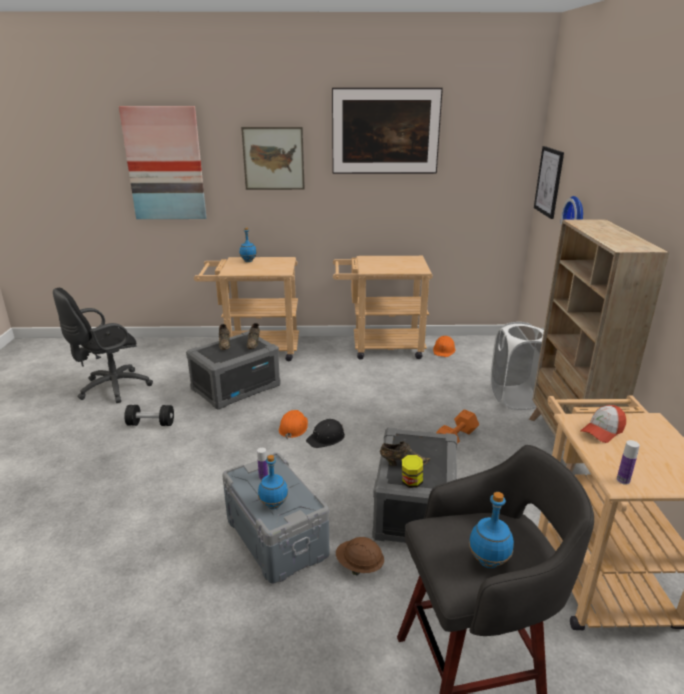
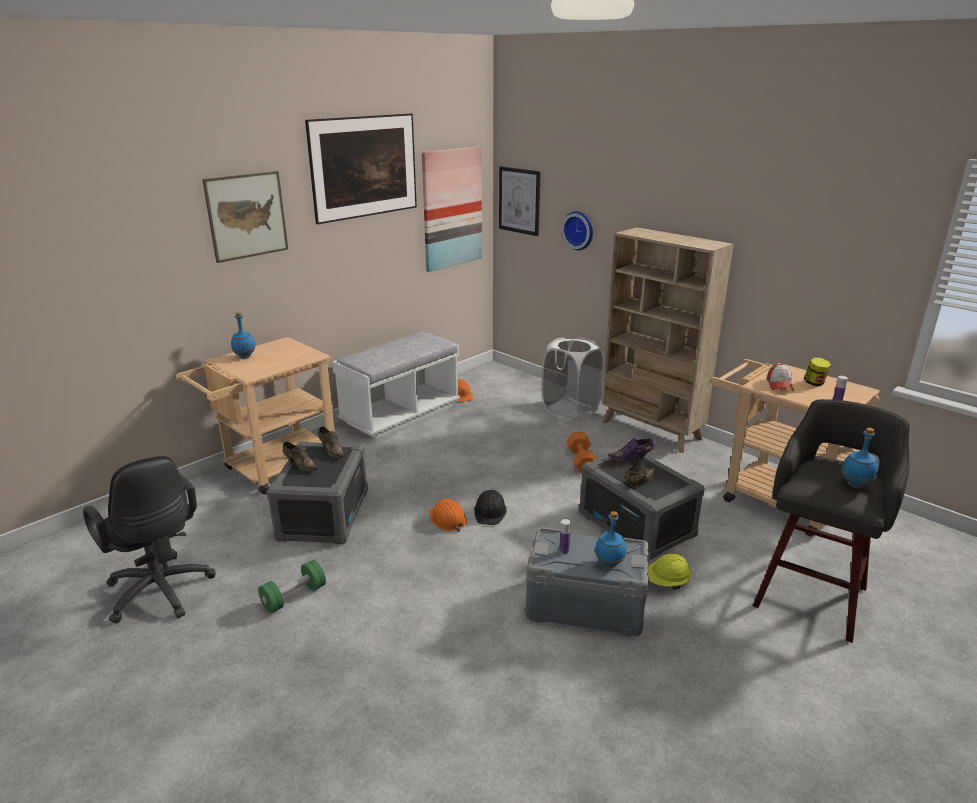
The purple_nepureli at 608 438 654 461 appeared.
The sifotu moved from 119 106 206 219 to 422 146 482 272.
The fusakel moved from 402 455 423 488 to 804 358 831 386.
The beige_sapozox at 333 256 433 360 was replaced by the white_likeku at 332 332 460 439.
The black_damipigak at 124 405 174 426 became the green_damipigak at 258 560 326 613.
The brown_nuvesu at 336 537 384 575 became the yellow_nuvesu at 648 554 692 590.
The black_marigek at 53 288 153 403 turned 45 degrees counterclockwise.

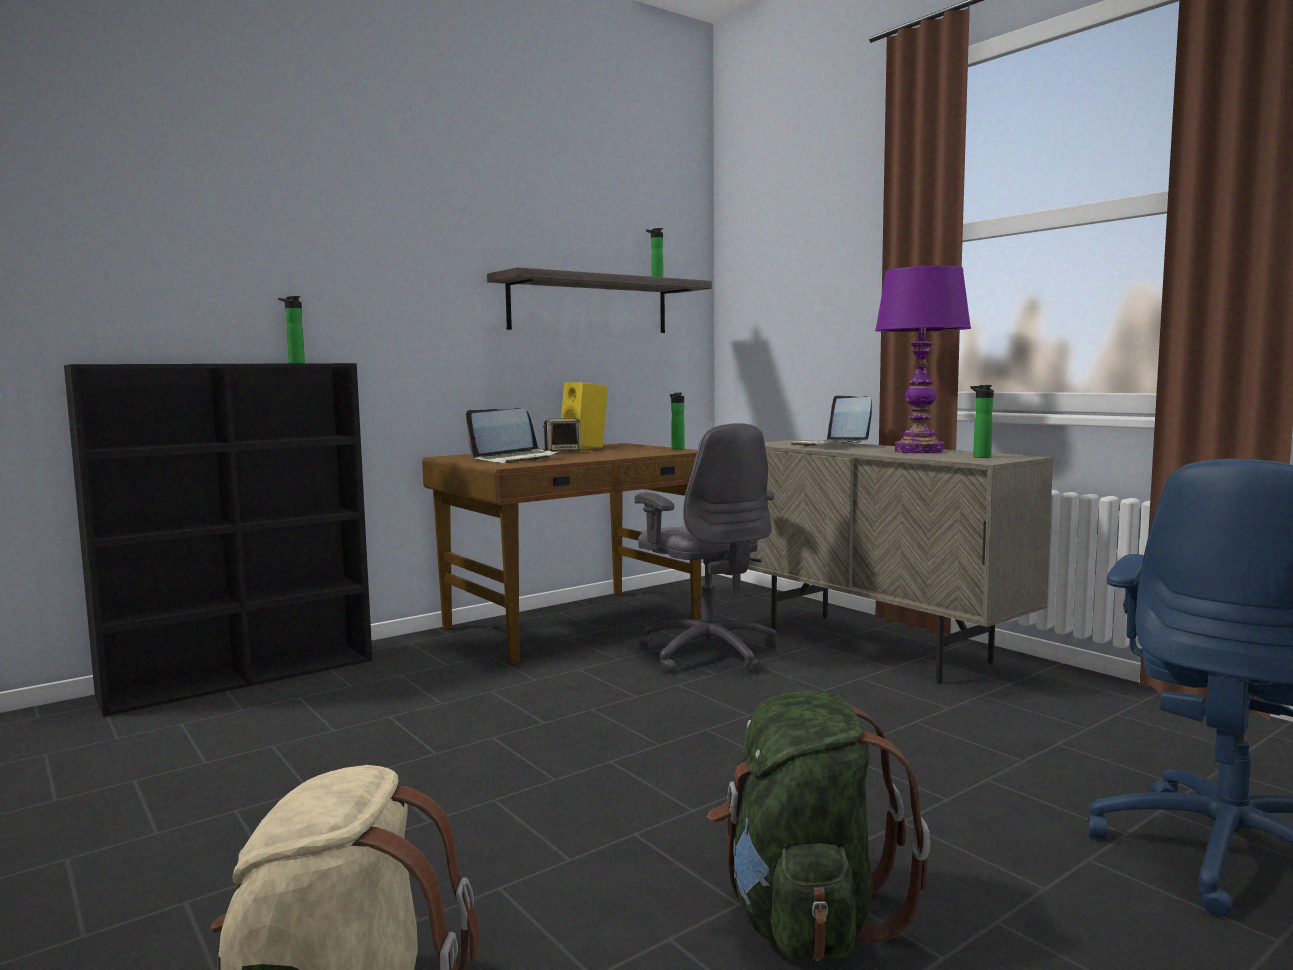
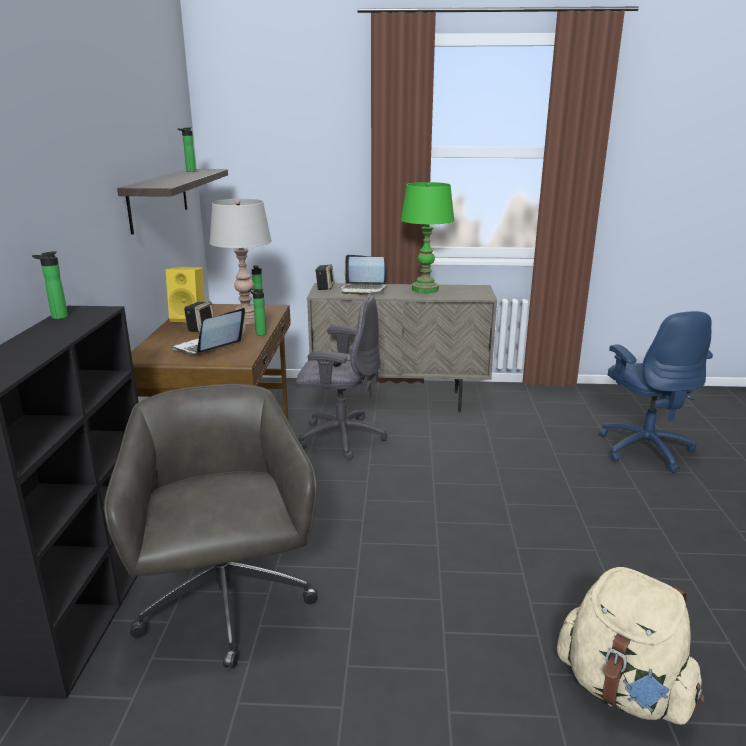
The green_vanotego at 707 690 930 961 disappeared.
The grey_marigek at 104 384 318 669 appeared.
The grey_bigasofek at 209 199 272 324 appeared.
The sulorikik at 315 264 335 290 appeared.
The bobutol moved from 971 385 994 458 to 248 288 266 336.
The purple_bigasofek at 875 265 971 453 became the green_bigasofek at 401 182 455 293.
The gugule at 466 408 560 463 turned 150 degrees counterclockwise.

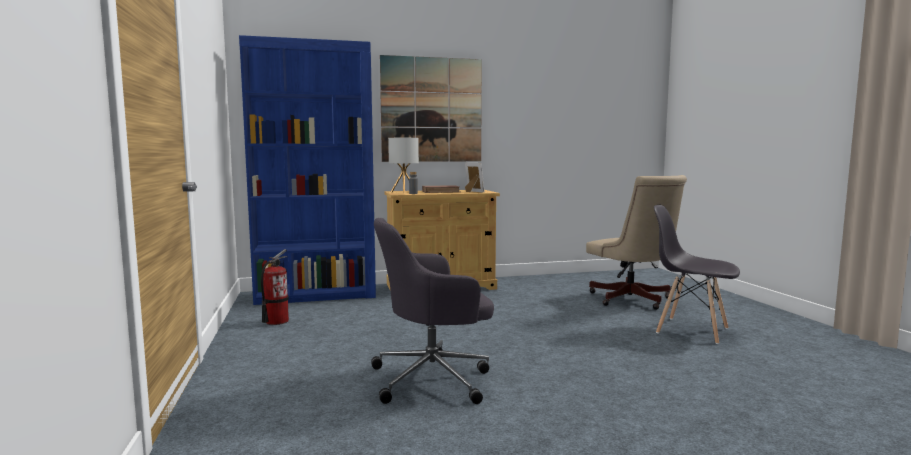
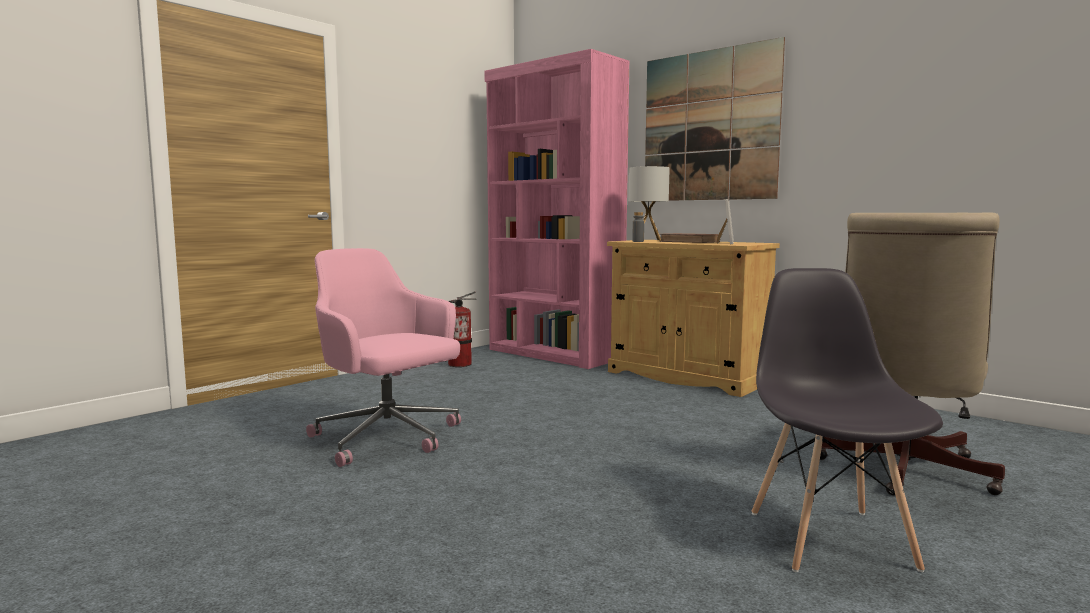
The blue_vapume at 239 35 376 305 became the pink_vapume at 485 49 630 369.
The grey_marigek at 371 218 494 404 became the pink_marigek at 306 248 461 467.

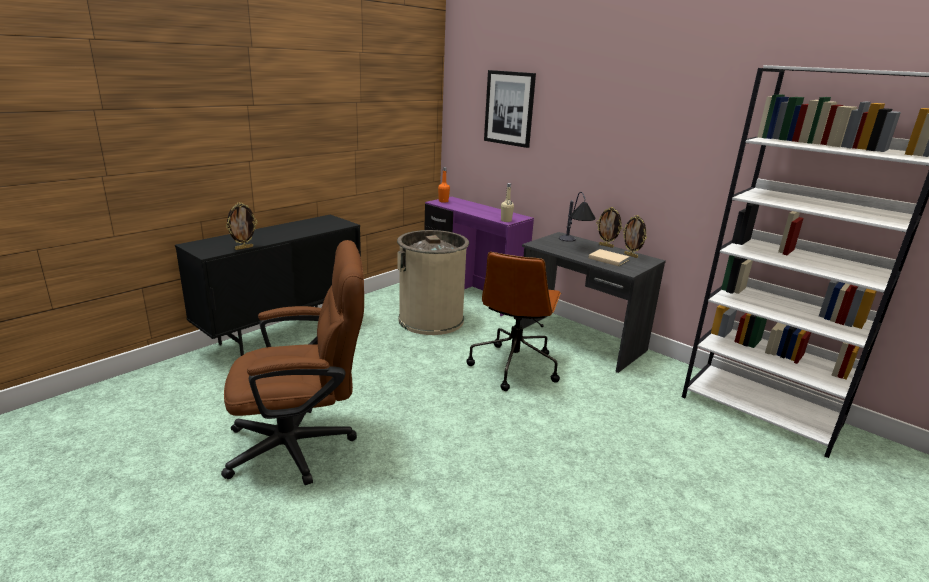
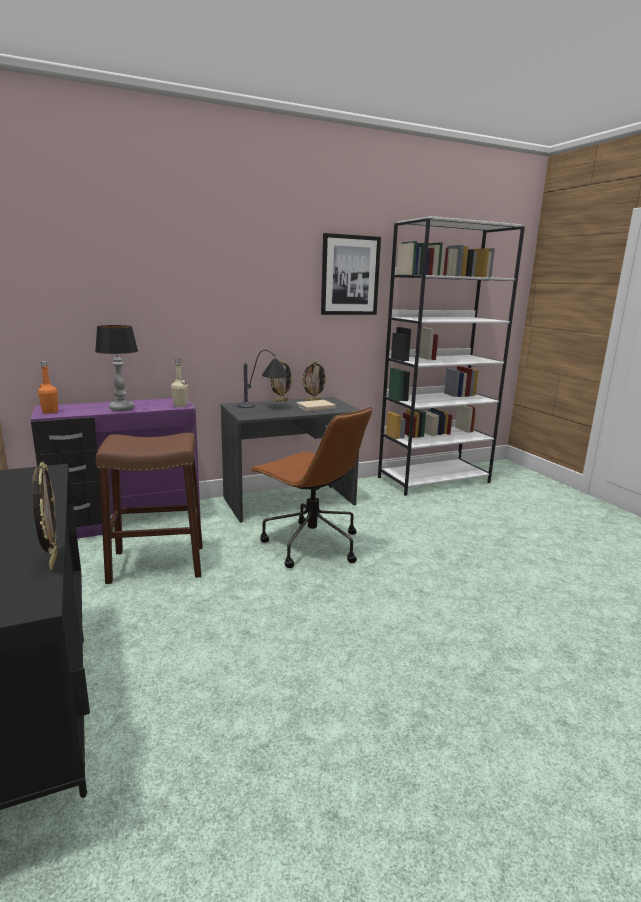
The brown_marigek at 221 240 364 485 disappeared.
The bigasofek at 95 325 138 411 appeared.
The sifotu moved from 484 70 536 148 to 321 233 381 315.
The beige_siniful at 397 230 469 335 was replaced by the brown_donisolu at 96 433 203 584.

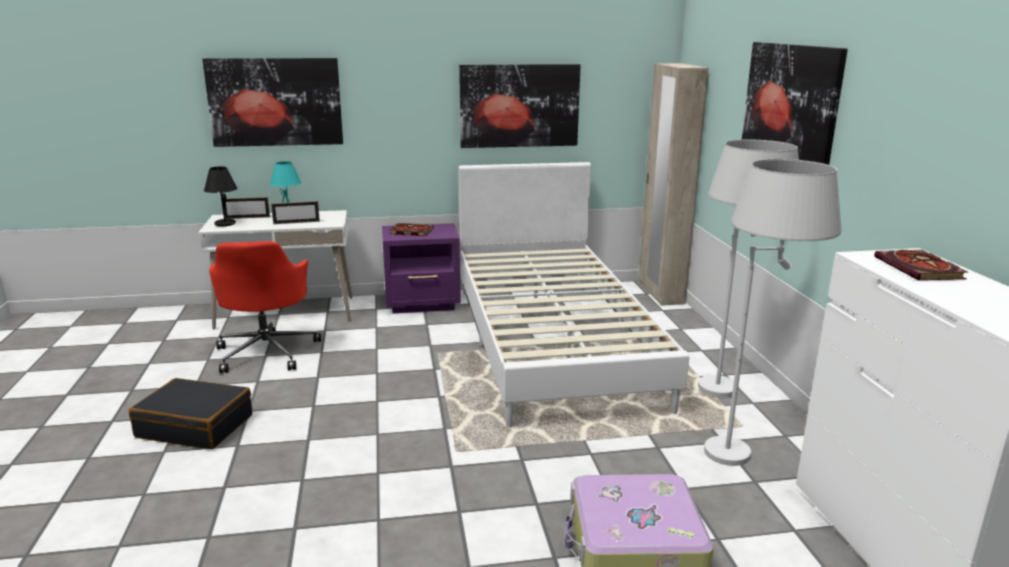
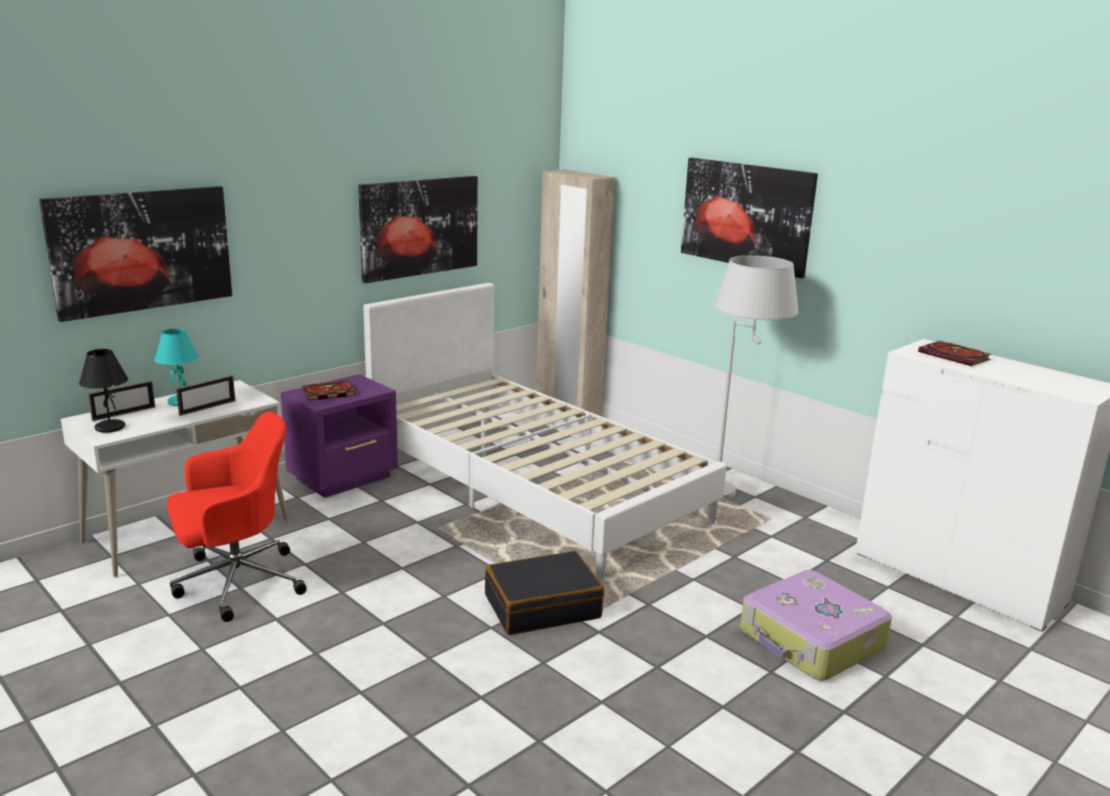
The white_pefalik at 704 159 842 466 disappeared.
The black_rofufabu moved from 129 378 252 449 to 485 551 604 635.
The red_marigek at 209 241 321 373 turned 75 degrees counterclockwise.

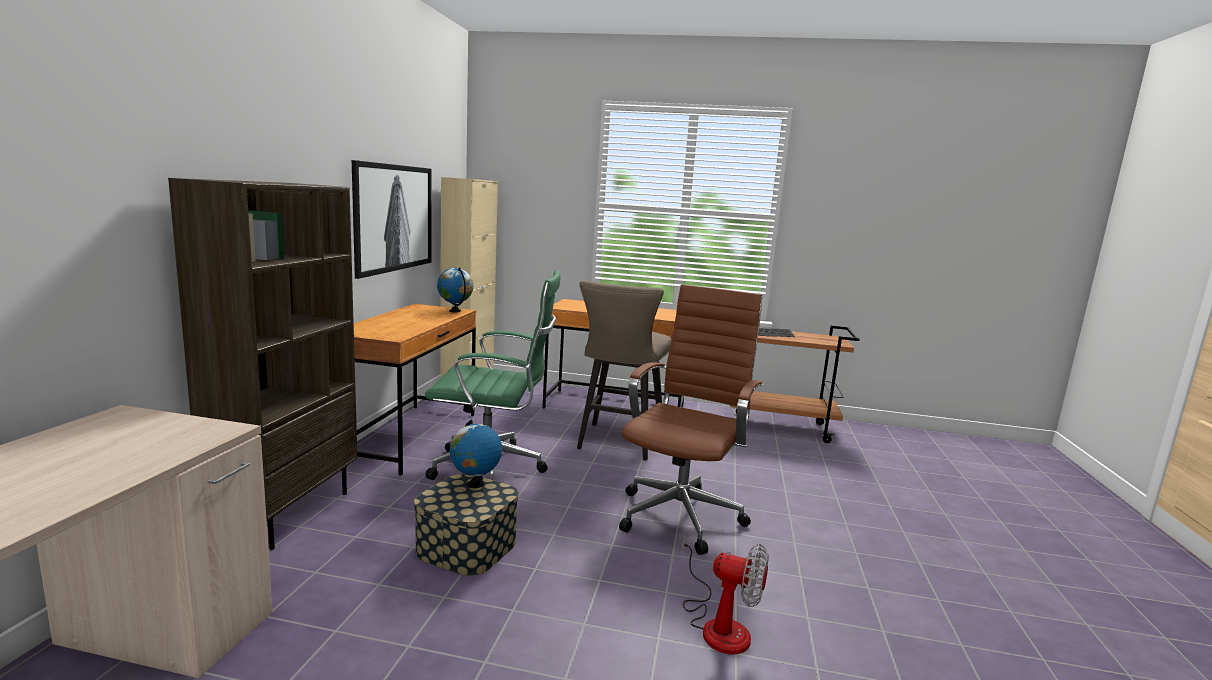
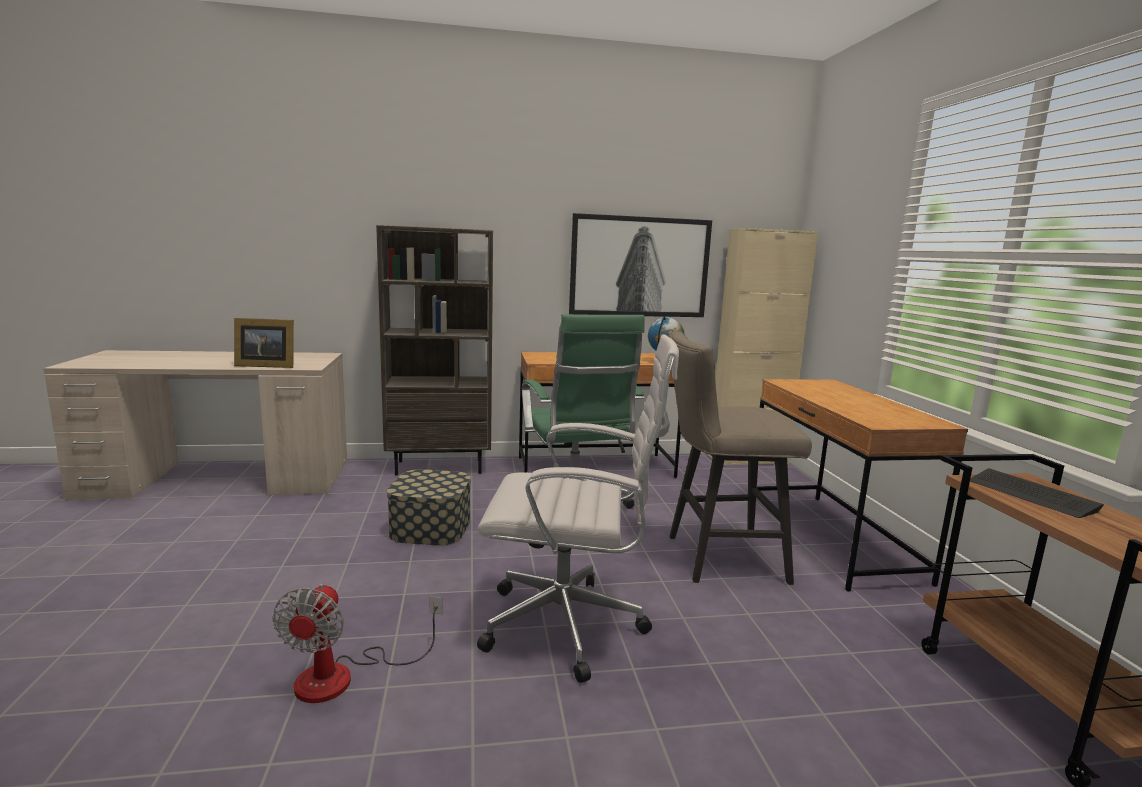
The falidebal at 450 420 502 488 disappeared.
The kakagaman at 234 318 294 368 appeared.
The brown_marigek at 619 284 763 555 became the white_marigek at 477 335 679 683.

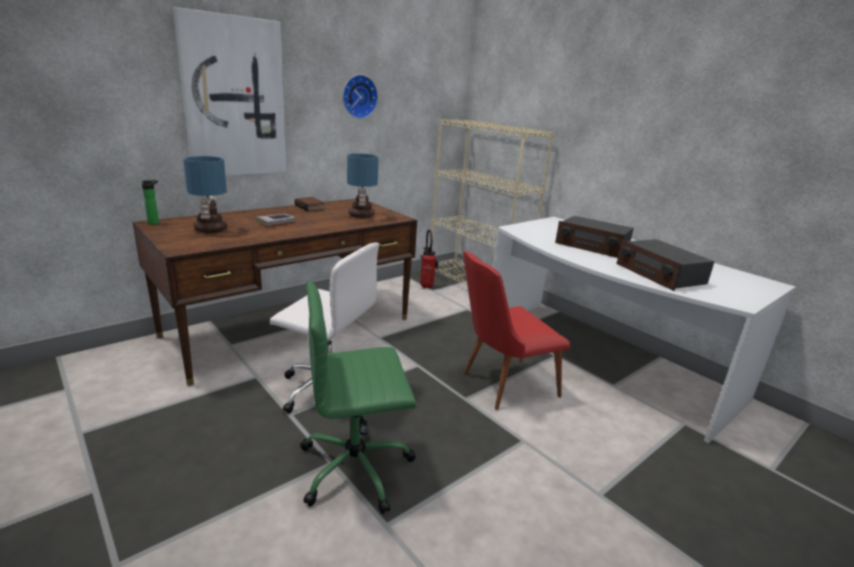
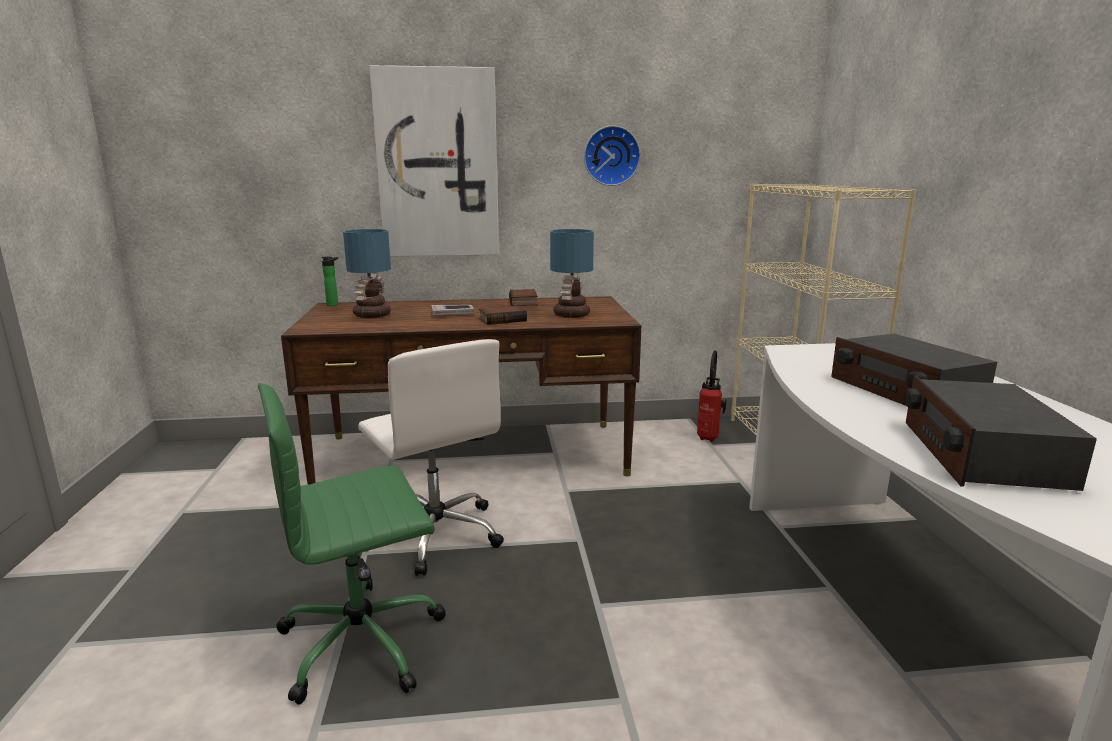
The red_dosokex at 463 251 570 410 disappeared.
The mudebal at 479 305 527 325 appeared.
The green_marigek at 300 281 416 514 turned 45 degrees counterclockwise.

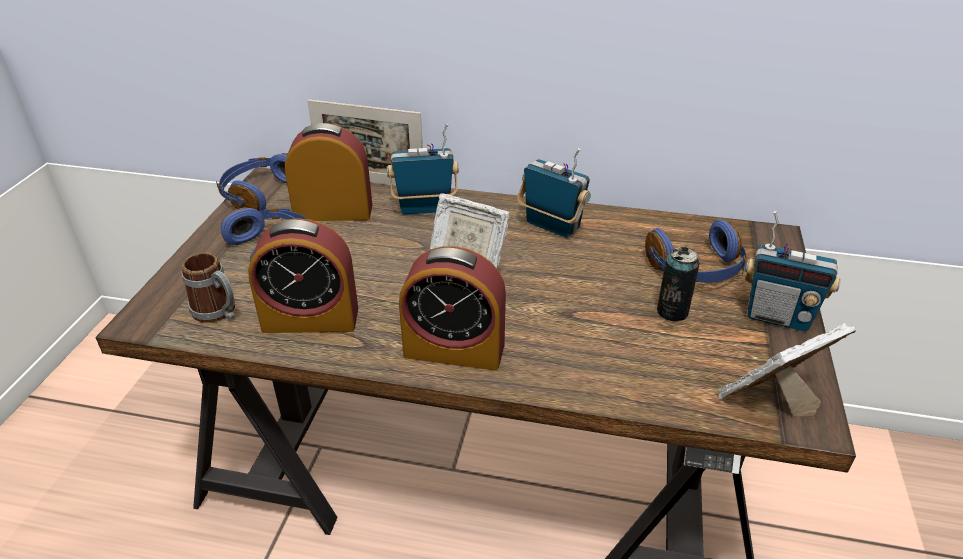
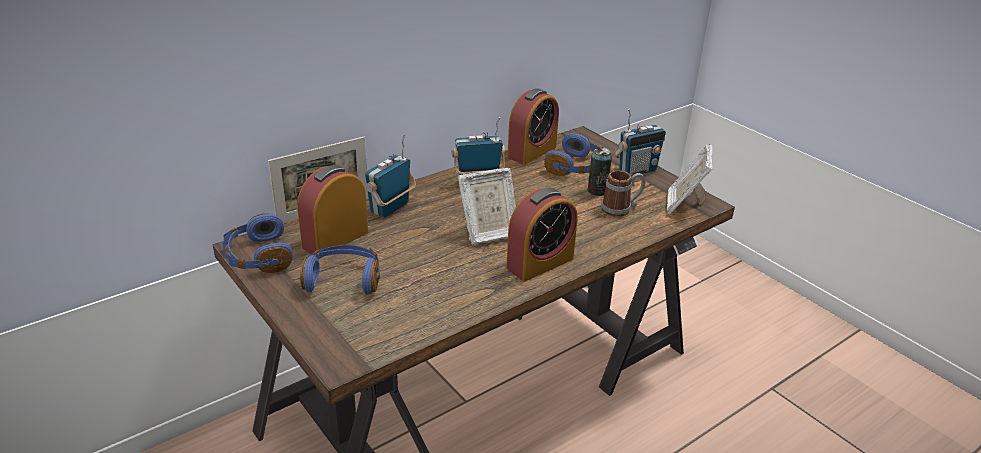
The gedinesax moved from 182 253 235 323 to 601 170 646 217.
The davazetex moved from 248 218 358 333 to 507 88 559 165.

